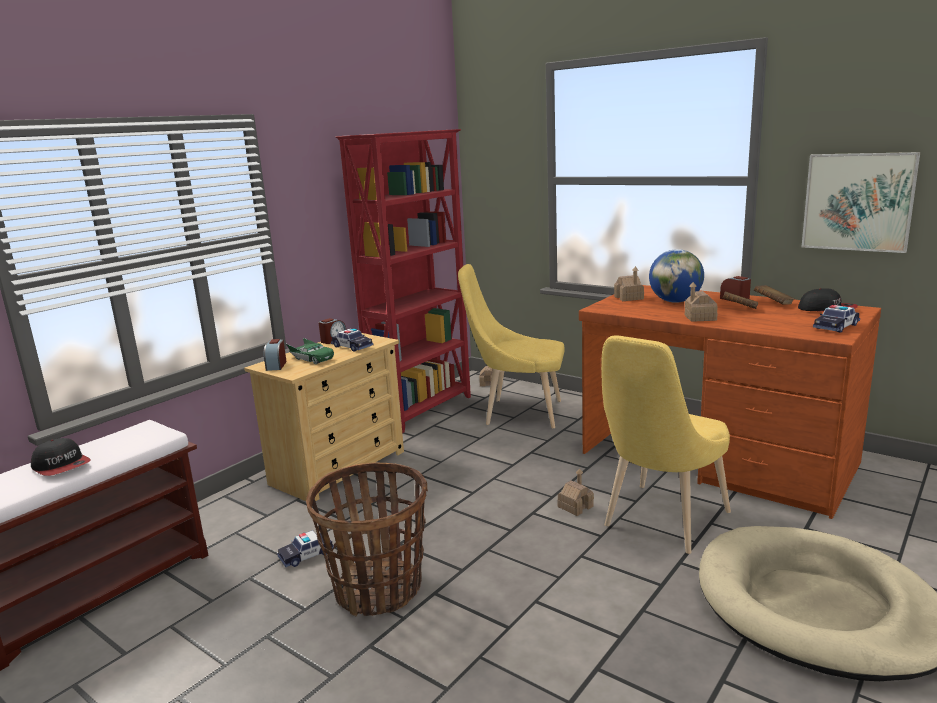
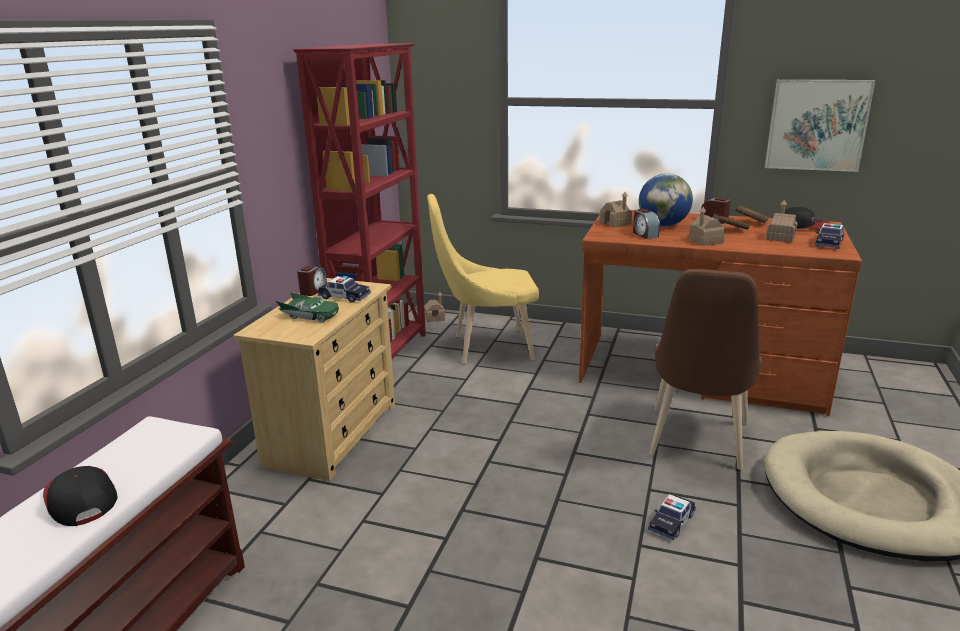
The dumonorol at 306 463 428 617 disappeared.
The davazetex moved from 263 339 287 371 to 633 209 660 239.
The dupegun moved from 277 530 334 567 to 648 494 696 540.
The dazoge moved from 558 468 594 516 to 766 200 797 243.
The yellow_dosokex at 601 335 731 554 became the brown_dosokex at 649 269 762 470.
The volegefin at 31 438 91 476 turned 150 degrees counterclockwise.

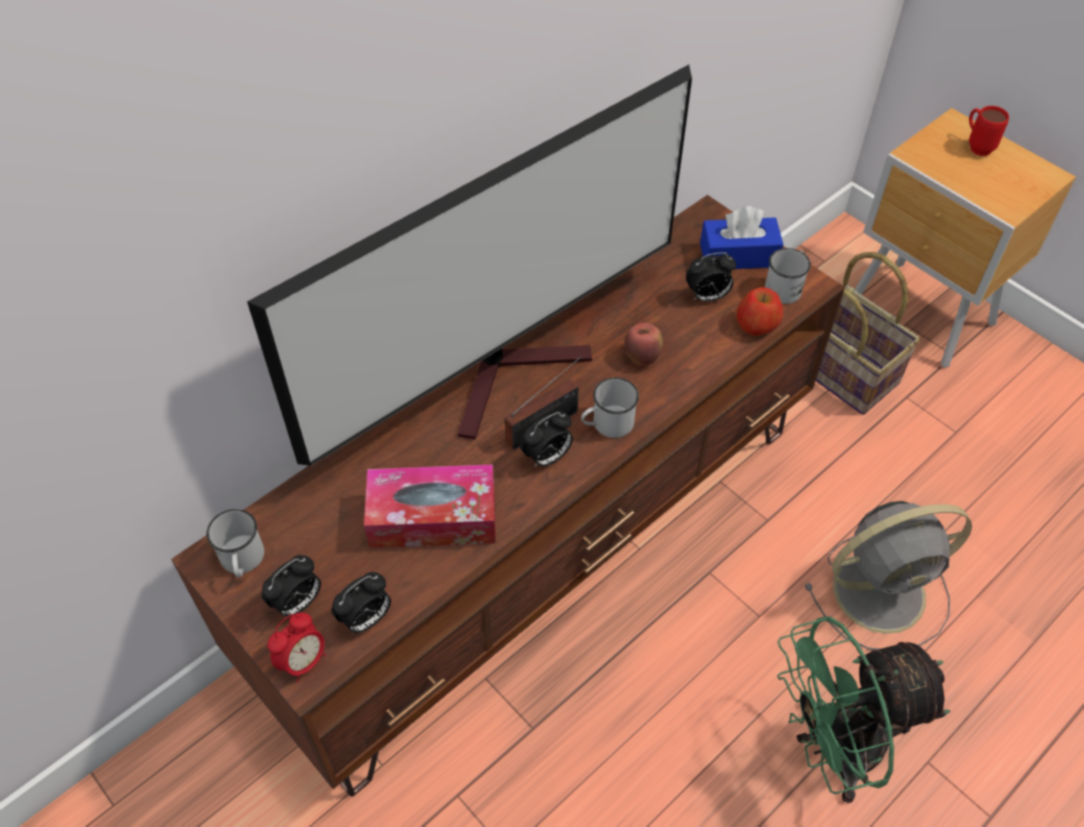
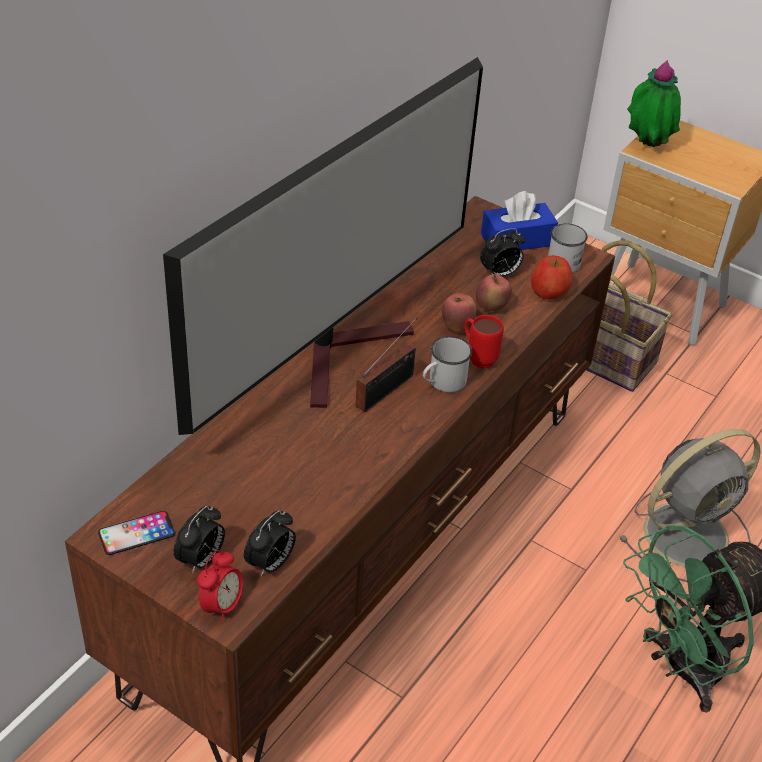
The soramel at 364 464 496 548 disappeared.
The davazetex at 520 411 573 468 disappeared.
The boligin at 476 274 512 311 appeared.
The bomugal at 627 60 681 147 appeared.
The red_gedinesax moved from 969 106 1009 156 to 464 315 504 368.
The white_gedinesax at 206 509 264 578 was replaced by the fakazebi at 98 511 175 555.

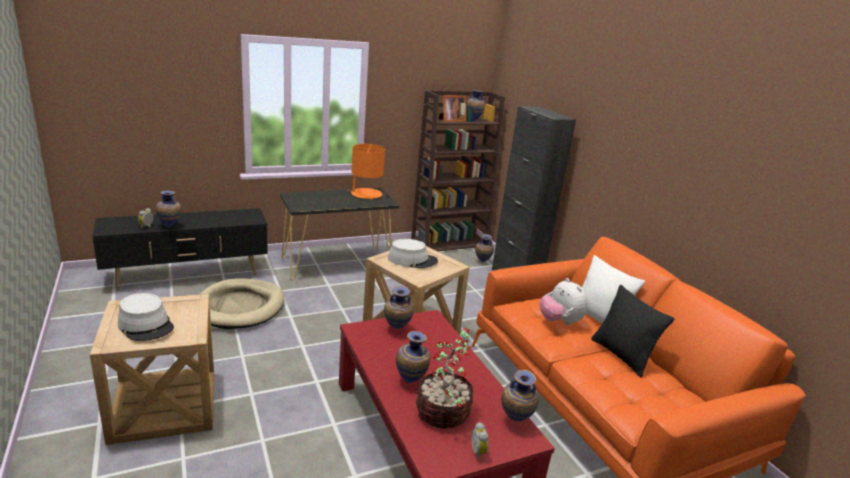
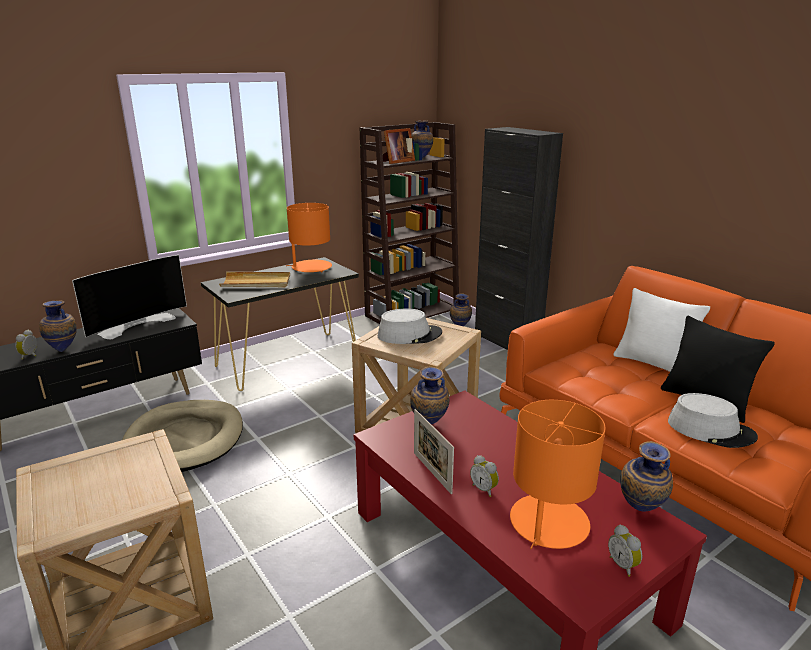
The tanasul at 540 278 588 325 disappeared.
The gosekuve at 72 255 187 339 appeared.
The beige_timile at 219 272 290 287 appeared.
The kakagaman at 414 409 454 495 appeared.
The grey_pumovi moved from 118 293 174 341 to 668 393 758 448.
The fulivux at 396 331 431 383 was replaced by the davazetex at 470 455 499 497.
The bomugal at 416 328 474 429 was replaced by the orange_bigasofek at 510 400 606 549.

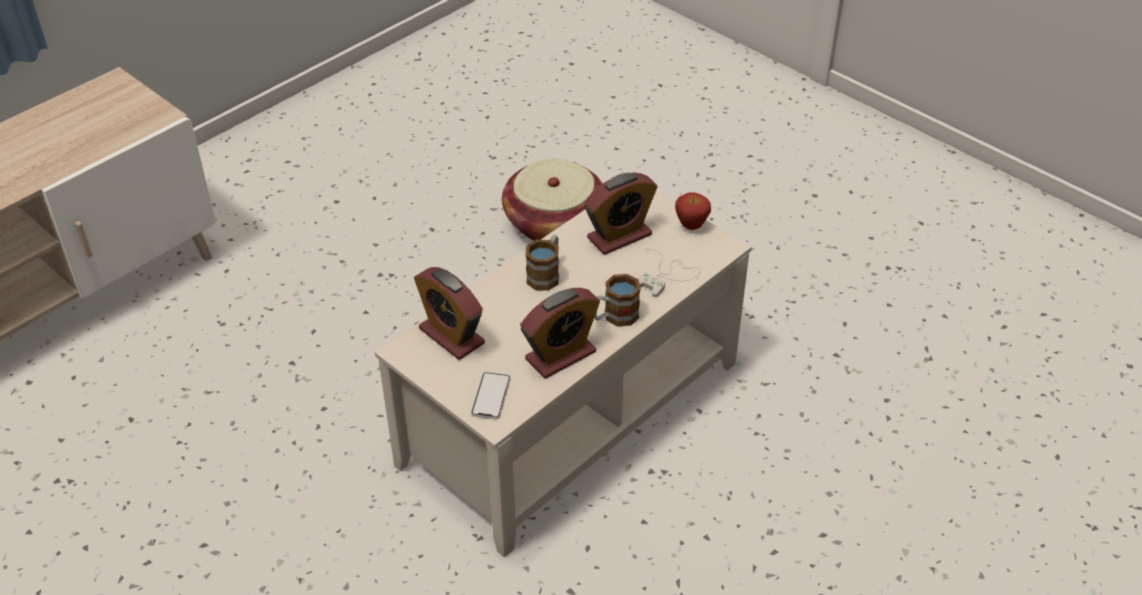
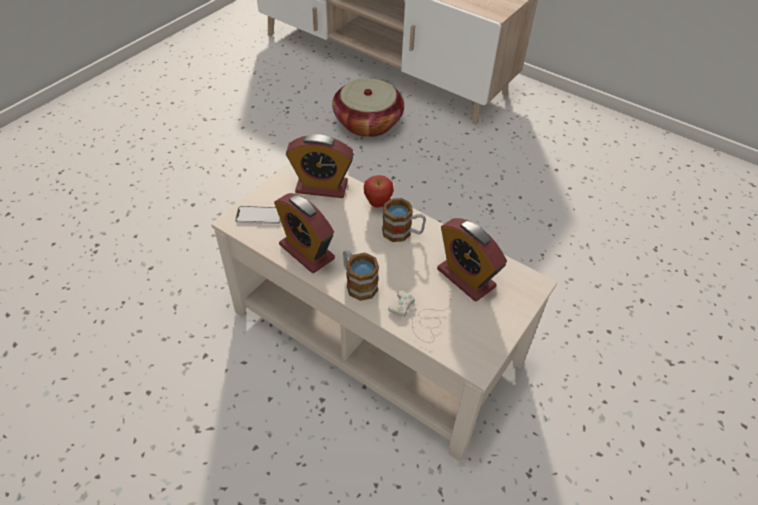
The dumonorol moved from 502 159 603 241 to 332 78 404 137.
The boligin moved from 675 192 711 230 to 364 175 394 208.
The davazetex at 414 267 485 360 turned 120 degrees counterclockwise.

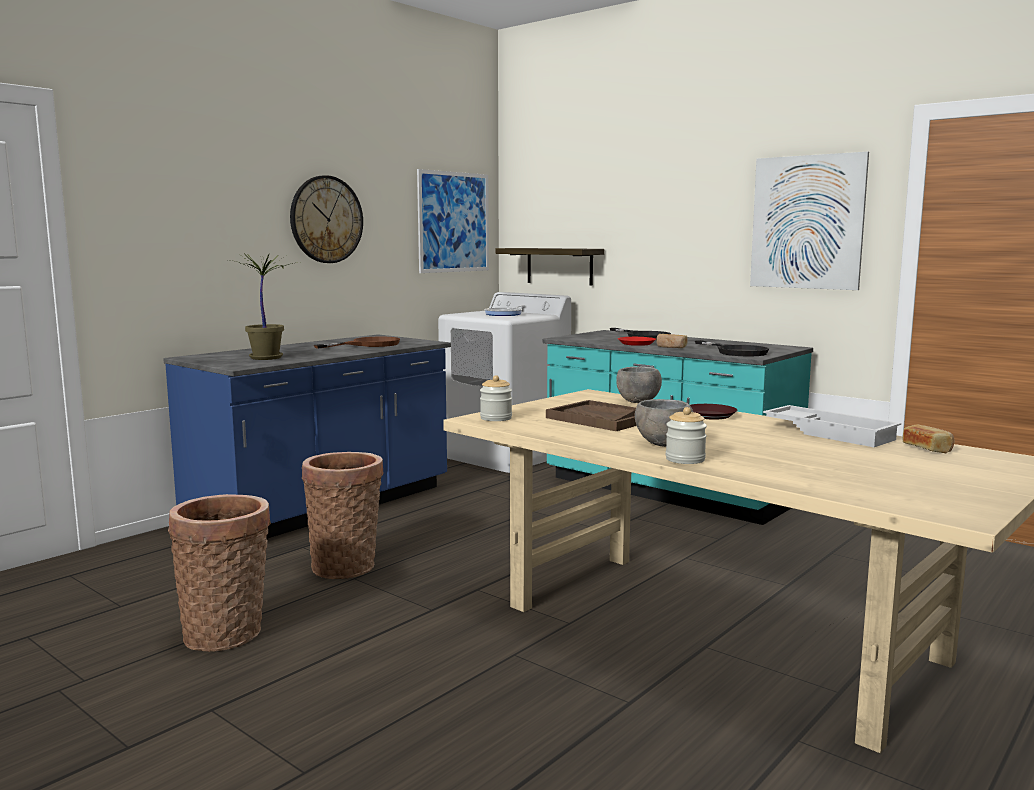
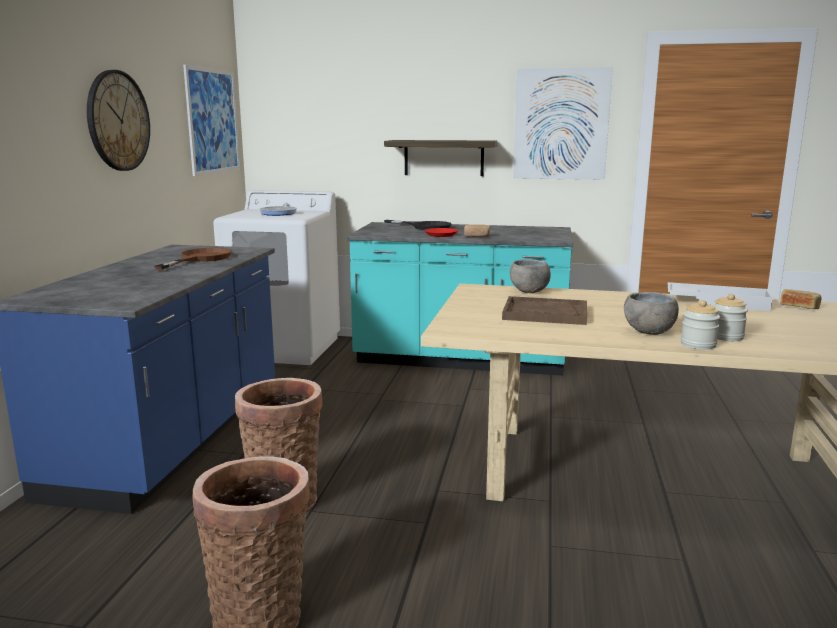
The bomugal at 225 254 293 360 disappeared.
The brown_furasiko at 690 404 737 420 disappeared.
The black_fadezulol at 695 340 769 356 disappeared.
The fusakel moved from 480 375 512 421 to 713 294 748 341.
The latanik moved from 495 248 604 285 to 384 140 498 176.

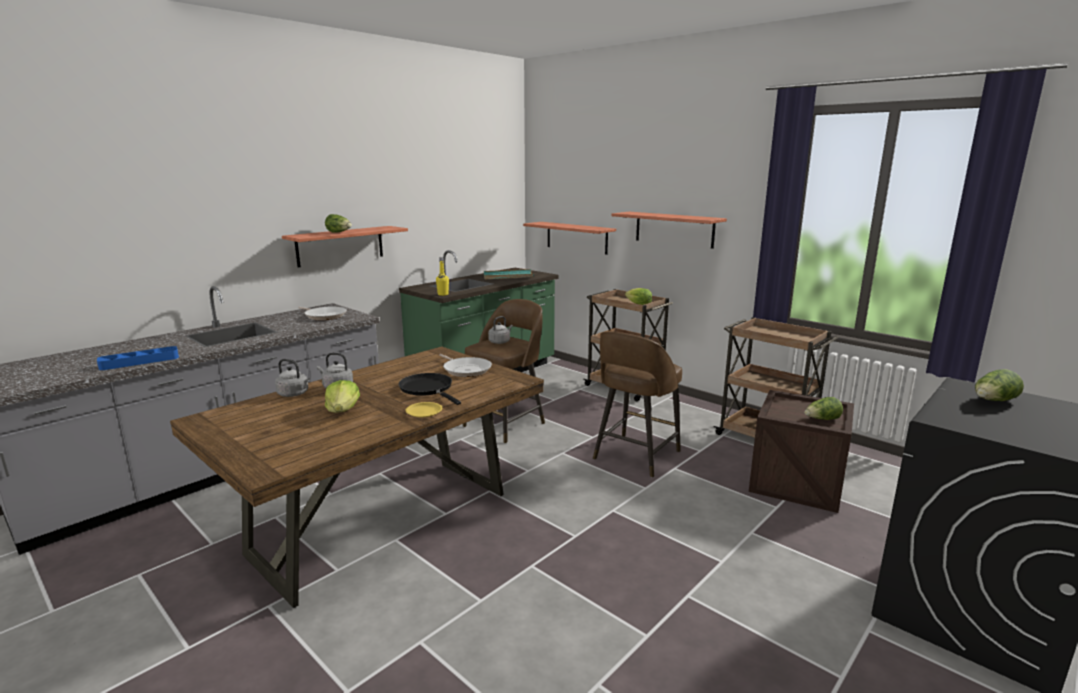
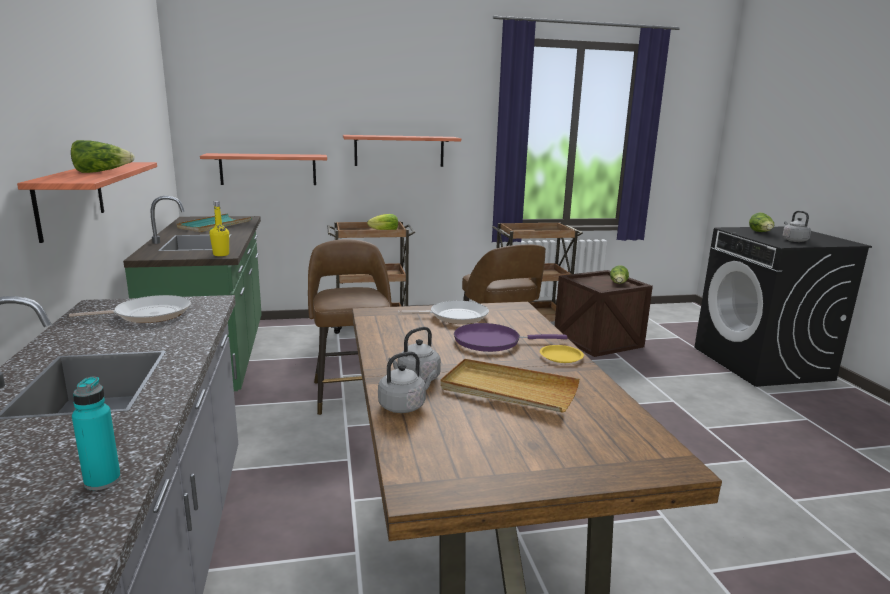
The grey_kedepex moved from 488 316 513 344 to 782 211 811 242.
The blue_timile at 97 346 179 370 was replaced by the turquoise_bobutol at 72 377 121 491.
The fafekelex at 325 380 360 413 was replaced by the beige_timile at 440 359 580 413.
The black_fadezulol at 399 373 461 405 became the purple_fadezulol at 454 323 568 352.

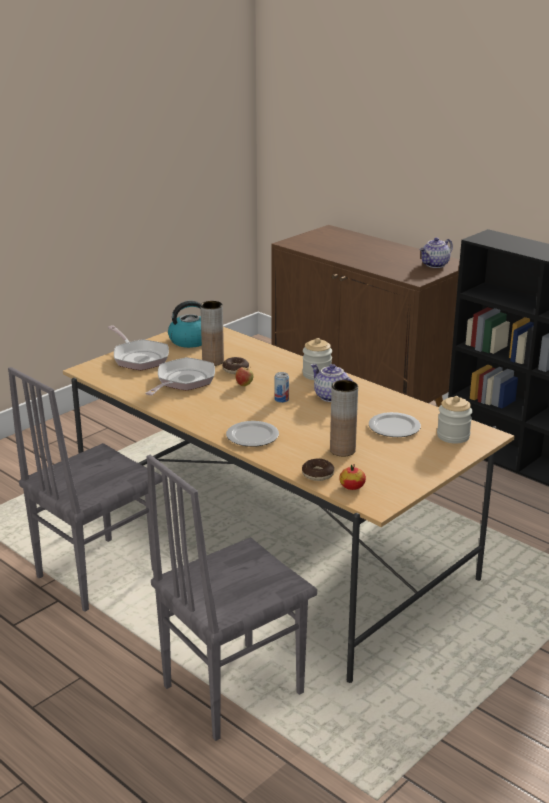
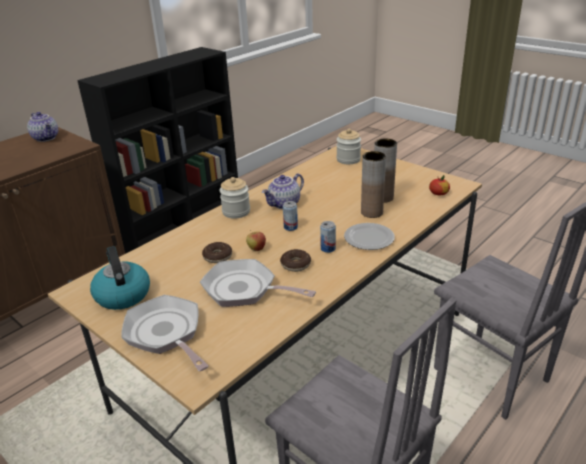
The furasiko at 369 412 421 437 disappeared.
The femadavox at 320 221 336 253 appeared.
The brown_fulivux moved from 200 301 224 366 to 361 151 386 218.
The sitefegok moved from 302 458 334 481 to 280 249 311 272.
The fadezulol at 107 325 169 370 turned 90 degrees counterclockwise.

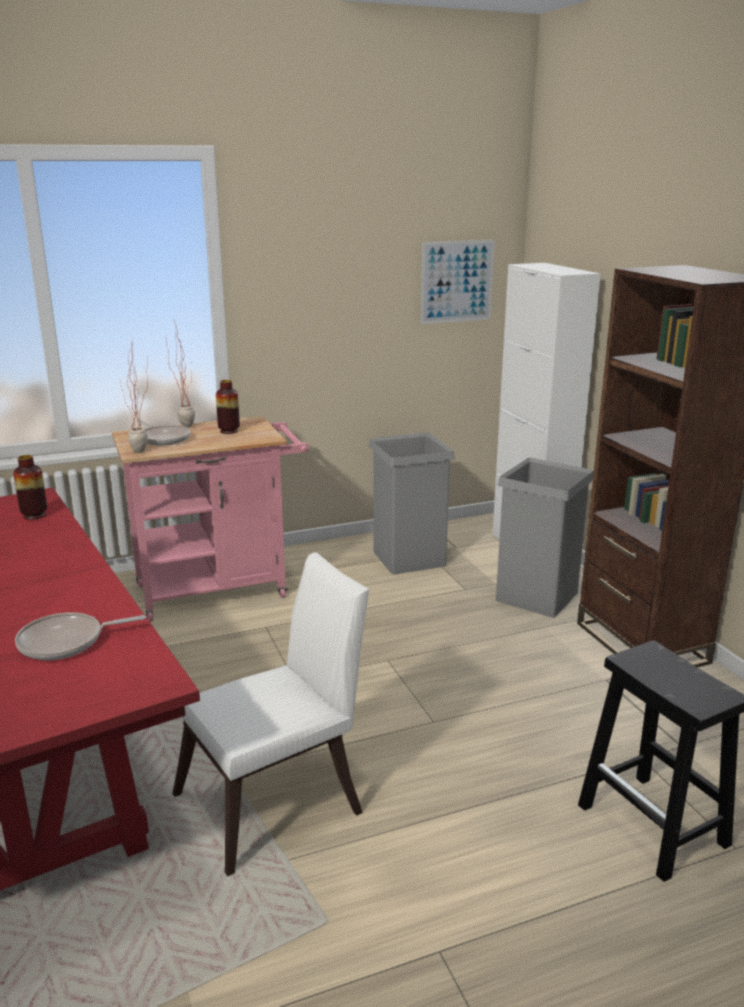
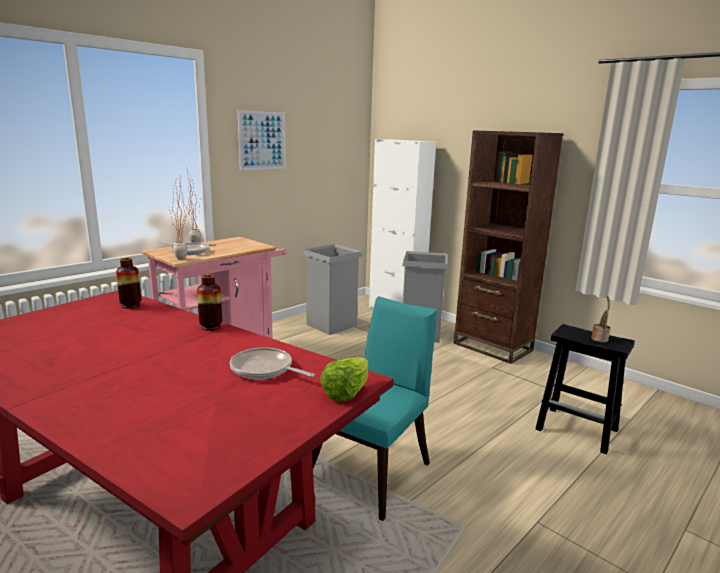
The fafekelex at 320 357 368 402 appeared.
The bomugal at 591 296 611 342 appeared.
The fulivux moved from 216 380 240 434 to 197 275 222 331.
The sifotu moved from 421 240 495 324 to 238 110 286 170.
The white_dosokex at 172 552 369 876 became the turquoise_dosokex at 312 296 437 521.
The fadezulol at 15 612 146 660 turned 75 degrees clockwise.

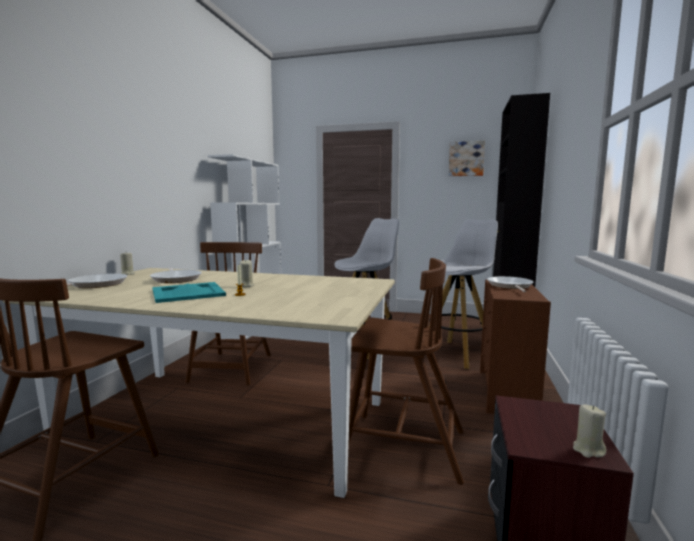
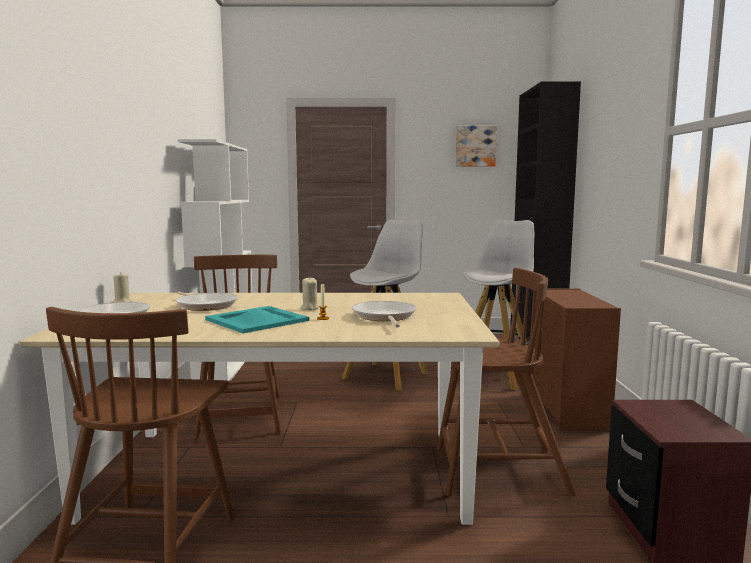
The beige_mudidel at 573 404 606 458 disappeared.
The fadezulol moved from 487 276 534 292 to 352 301 417 328.

